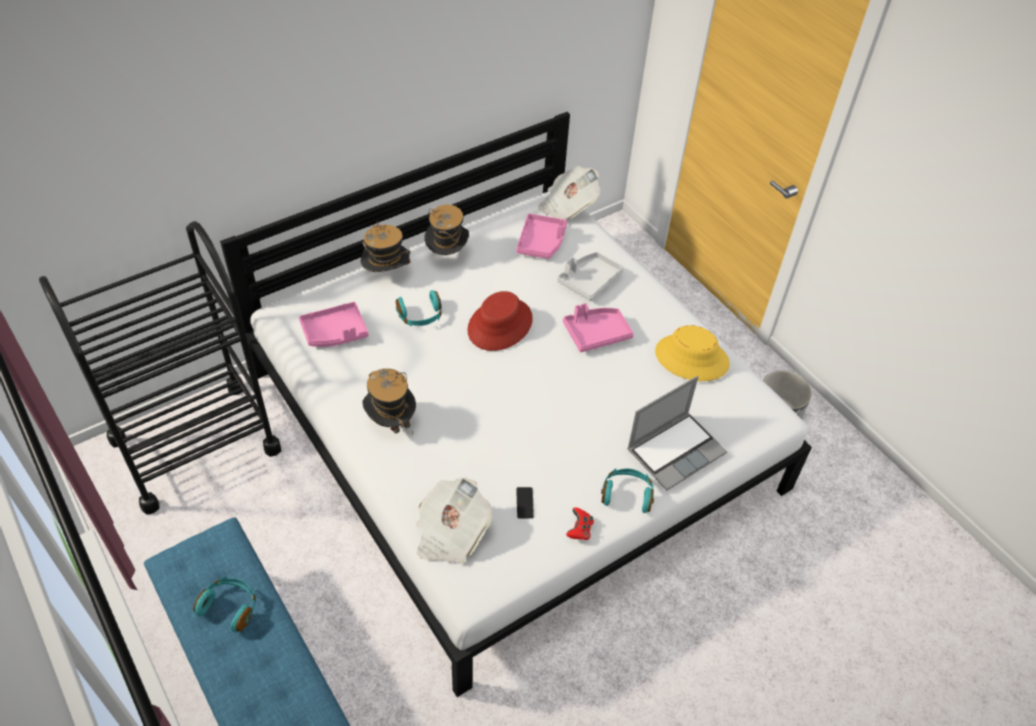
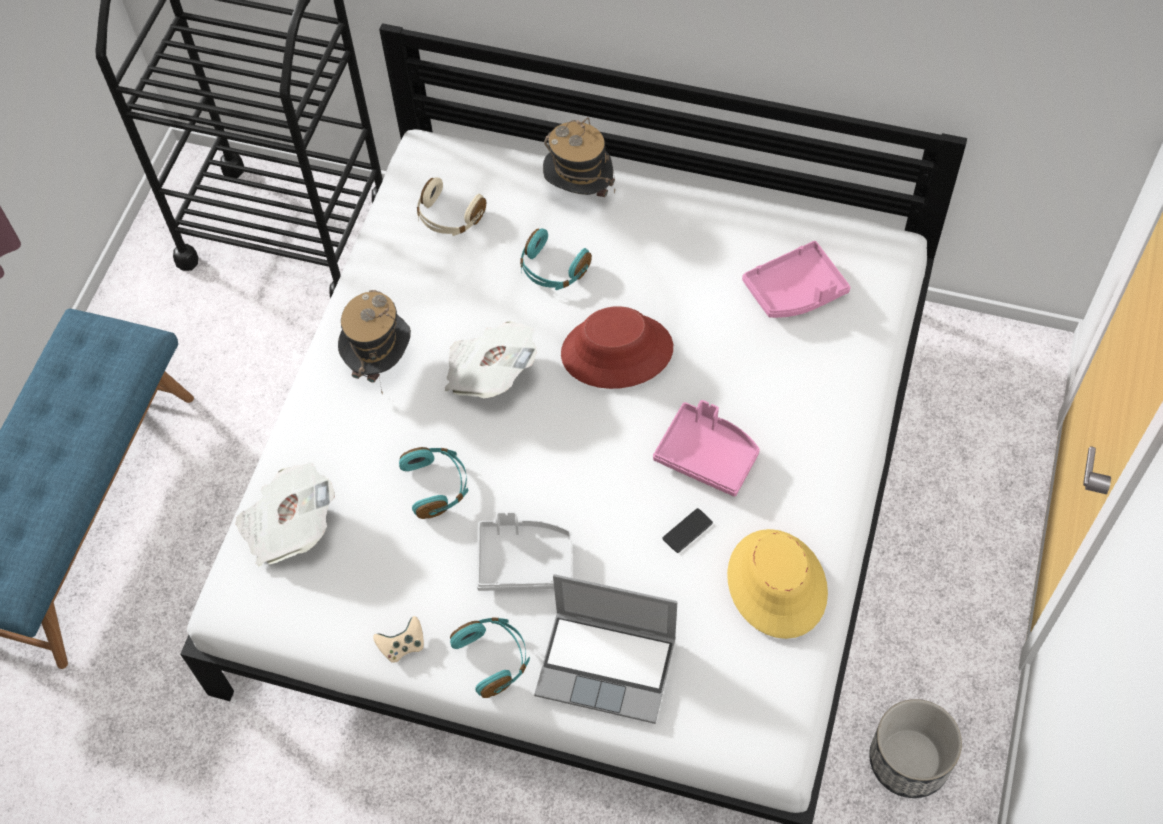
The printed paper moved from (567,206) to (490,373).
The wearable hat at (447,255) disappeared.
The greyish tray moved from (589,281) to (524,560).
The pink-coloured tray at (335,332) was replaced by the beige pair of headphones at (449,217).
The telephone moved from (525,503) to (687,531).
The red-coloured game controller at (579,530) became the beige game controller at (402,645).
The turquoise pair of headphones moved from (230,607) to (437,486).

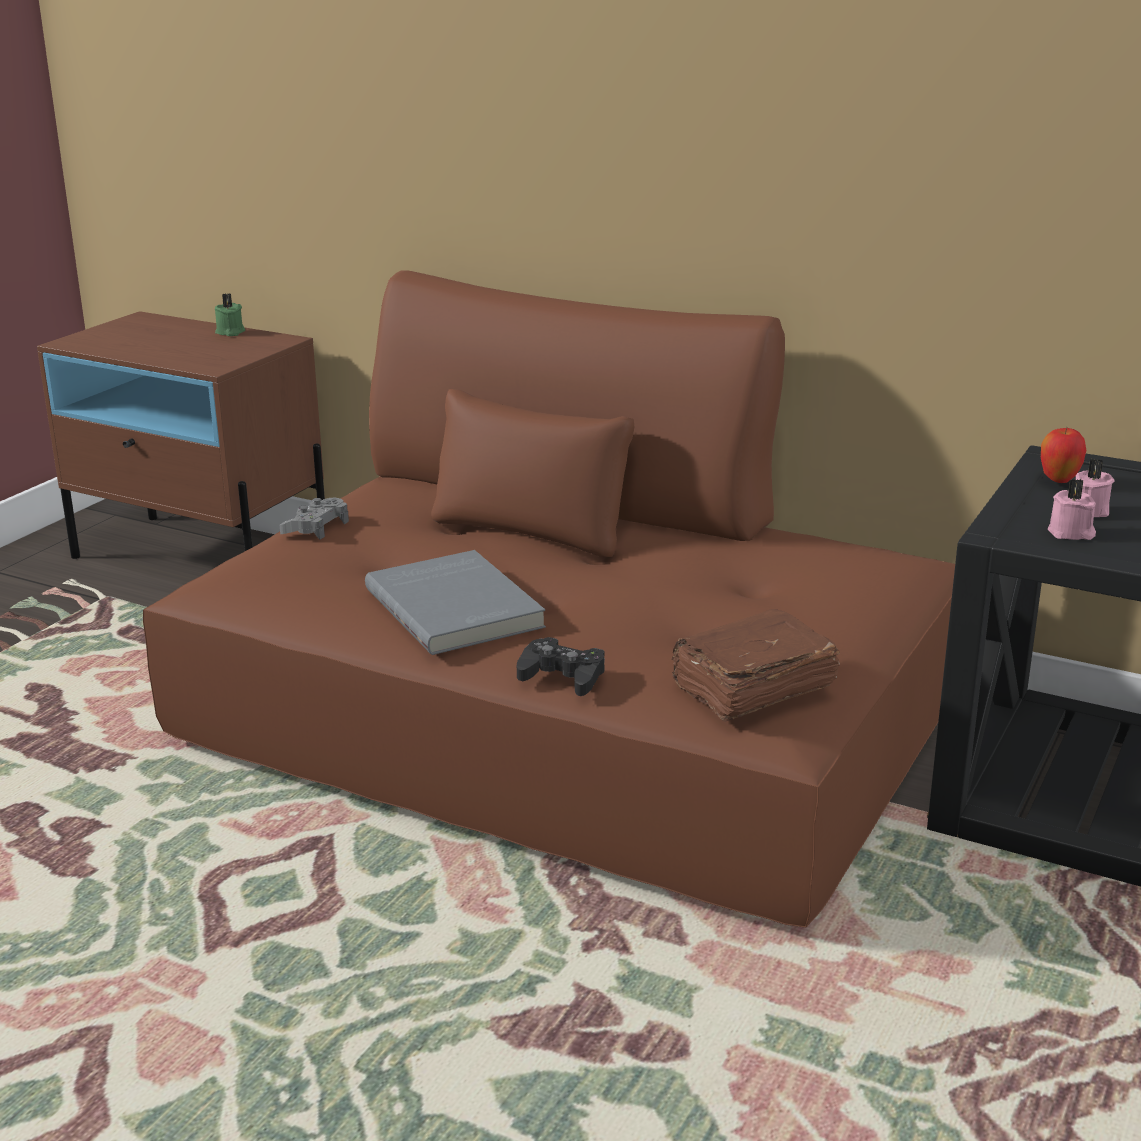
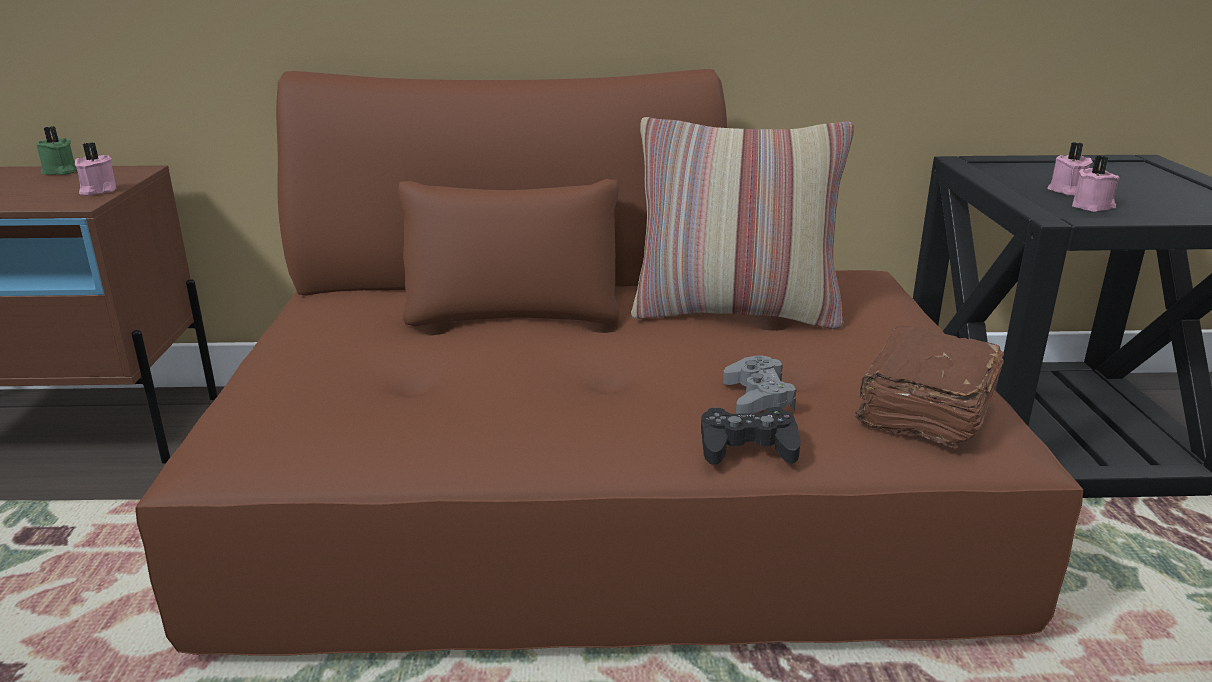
The apple fruit at (1059,480) disappeared.
The greyish game controller moved from (315,527) to (757,397).
The greyish book at (457,608) disappeared.
The cushion at (735,312) appeared.
The pink-coloured candle at (97,191) appeared.

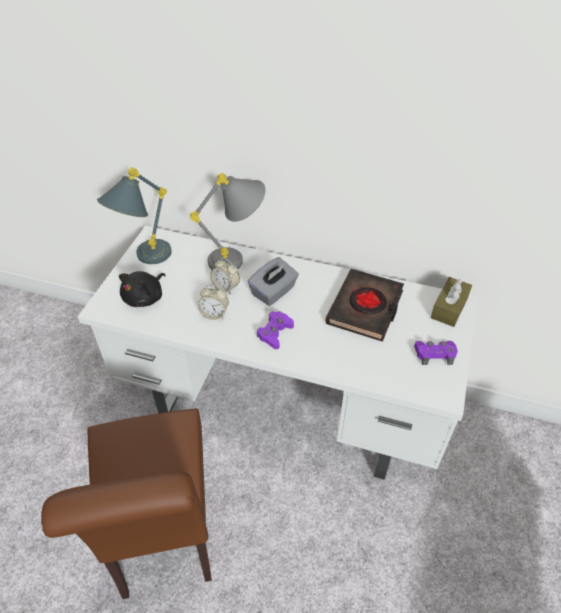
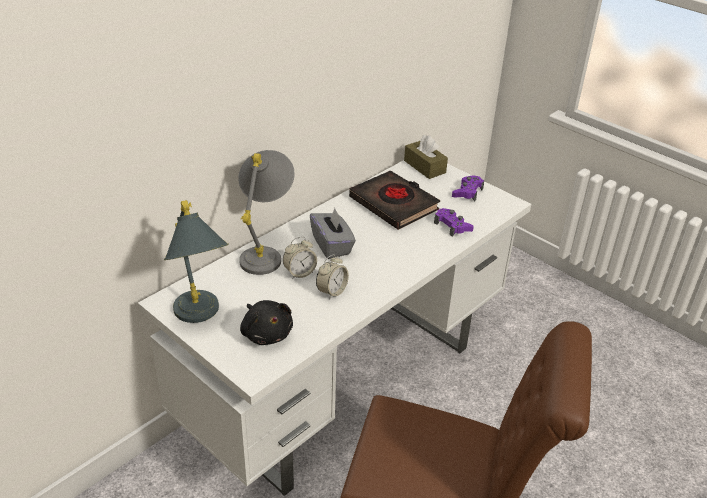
The purple game controller moved from (275,333) to (452,226).

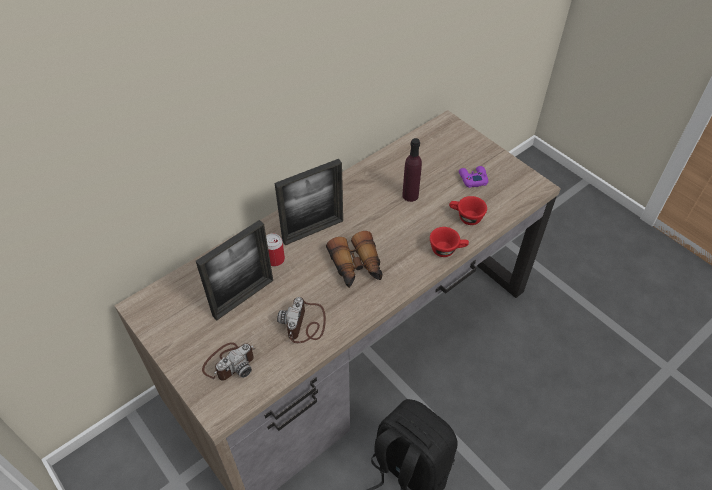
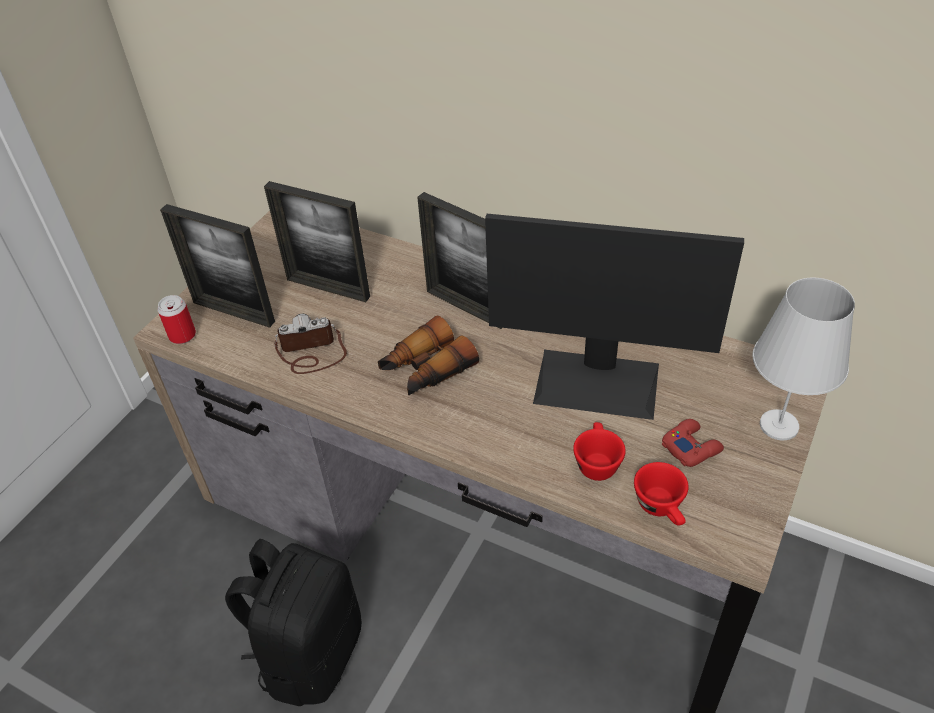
The purple drink bottle at (410,195) was replaced by the computer display at (598,382).
The purple game controller at (472,179) became the red-coloured game controller at (691,447).
The red-coloured drinking cup moved from (447,249) to (662,508).
The sealed can moved from (275,259) to (182,335).
The photo camera at (230,362) was replaced by the photo frame at (233,312).
The white-coloured table lamp at (779,426) appeared.

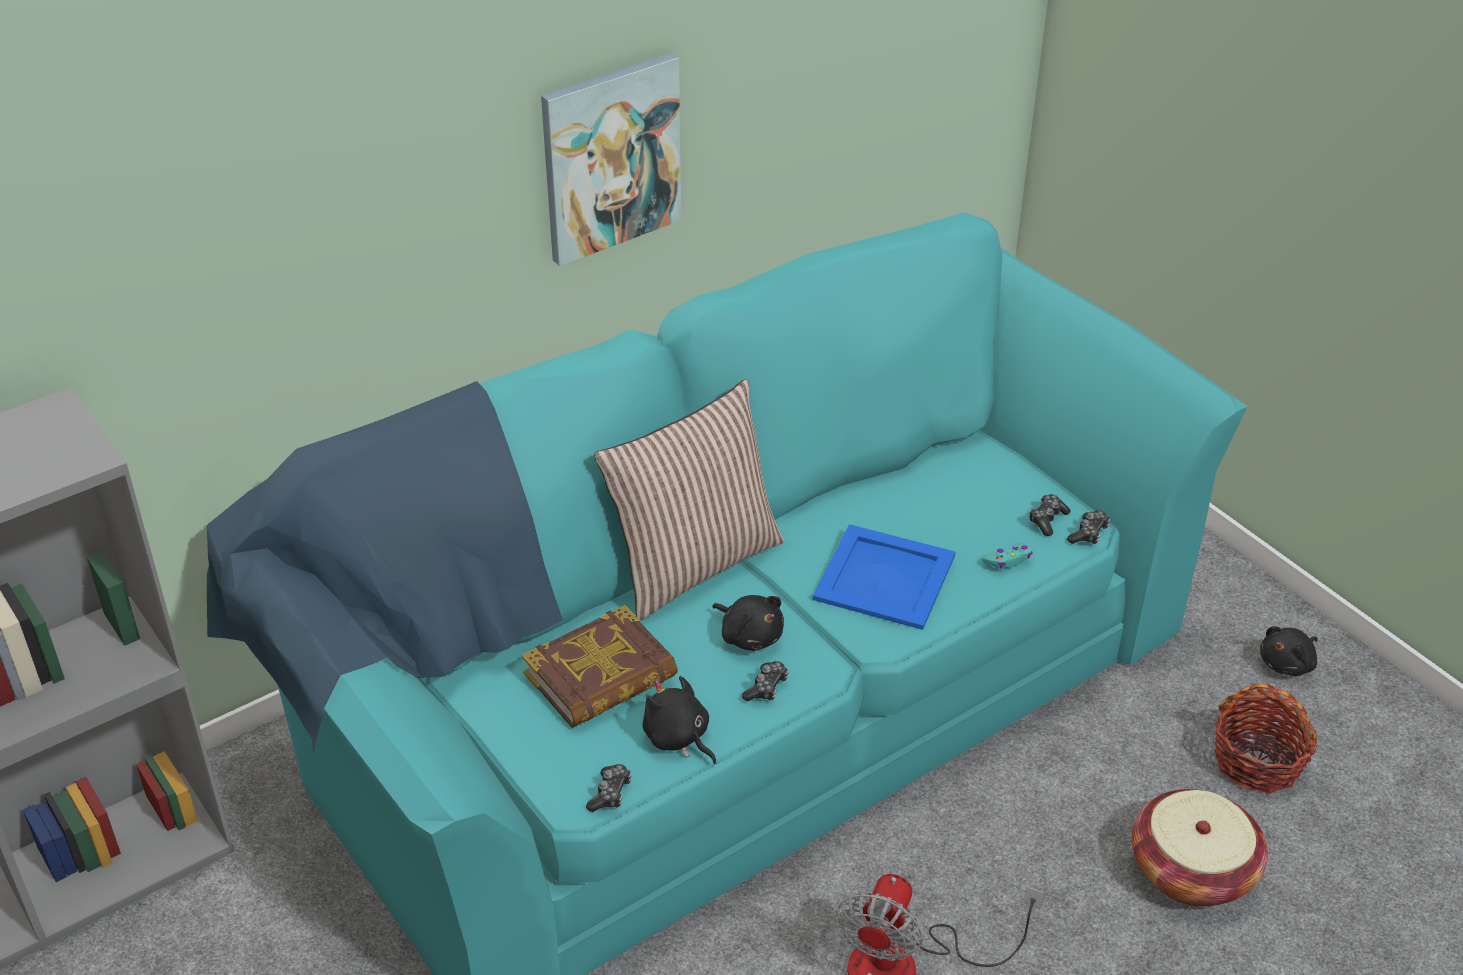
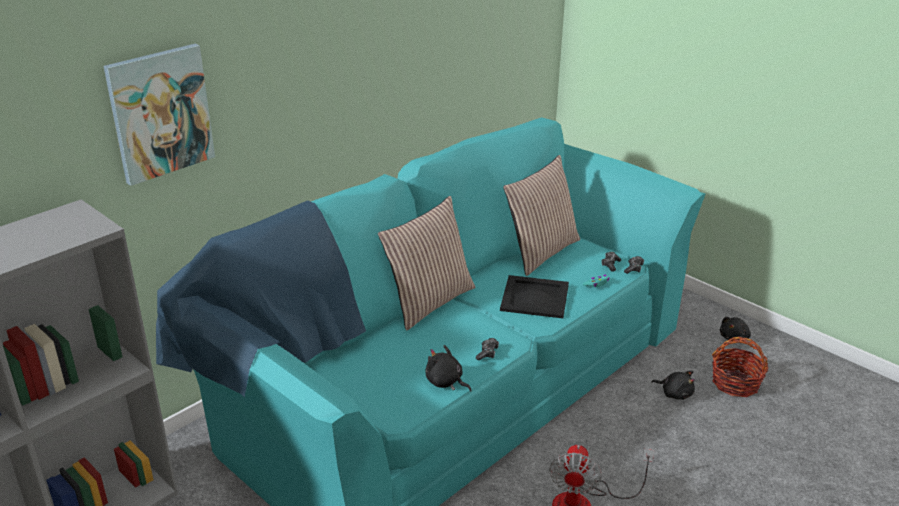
The picture moved from (611,158) to (160,113).
The blue-coloured tray at (886,577) became the blackish tray at (535,297).
The blackish cuddly toy moved from (749,635) to (675,393).
The book at (601,676) disappeared.
The game controller at (610,793) disappeared.
The basket at (1192,870) disappeared.
The cushion at (540,252) appeared.

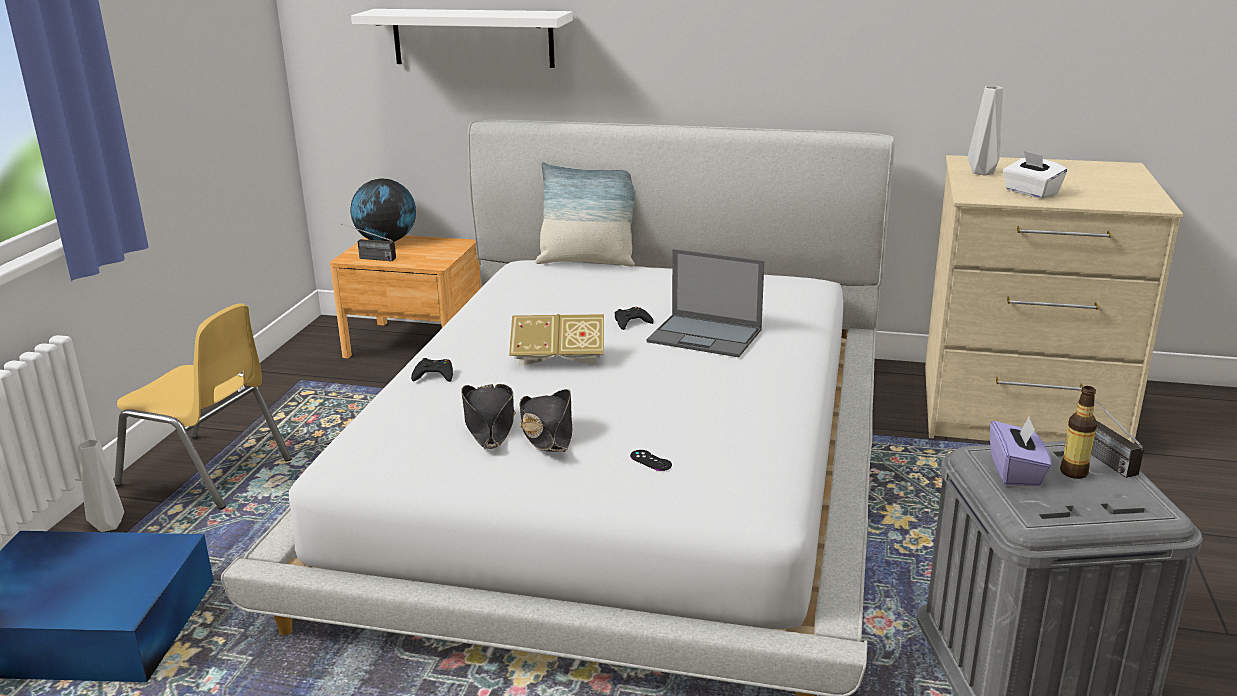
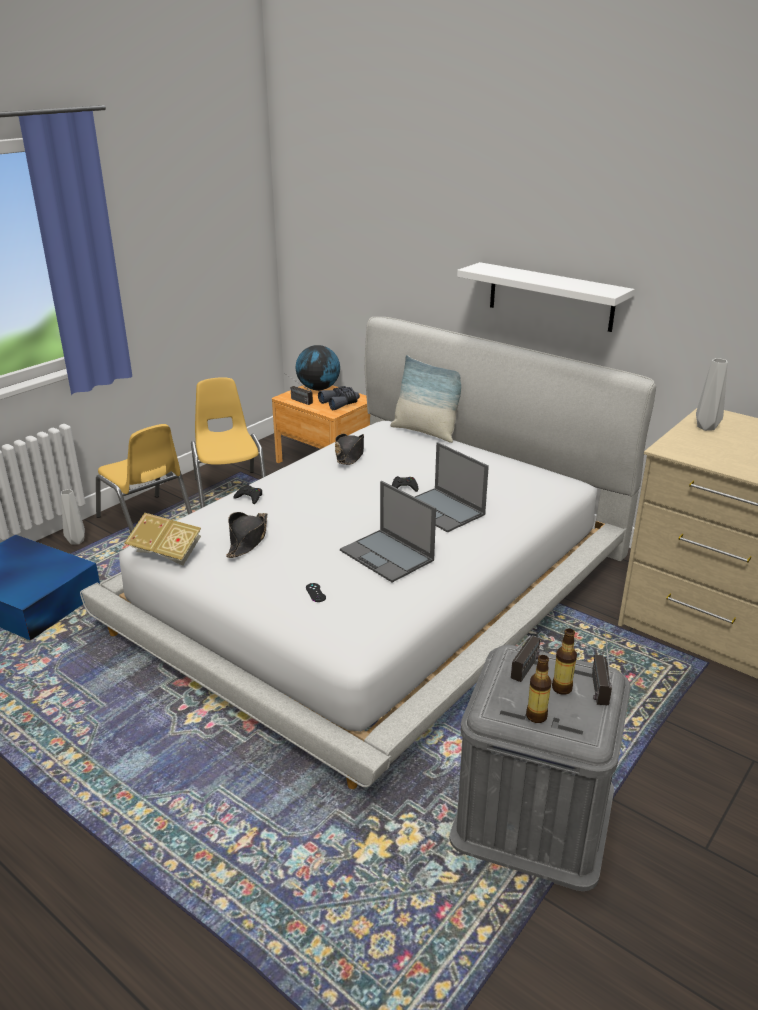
The white-coloured wall shelf moved from (472,38) to (550,297).
The white-coloured tissue box at (1031,192) disappeared.
The book moved from (558,359) to (166,552).
The blackish wearable hat moved from (547,432) to (350,455).
The purple tissue box at (1016,472) was replaced by the radio set at (521,675).
The yellowish upright chair at (230,491) appeared.
The greyish binoculars at (340,403) appeared.
The laptop at (387,556) appeared.
The drink bottle at (536,716) appeared.

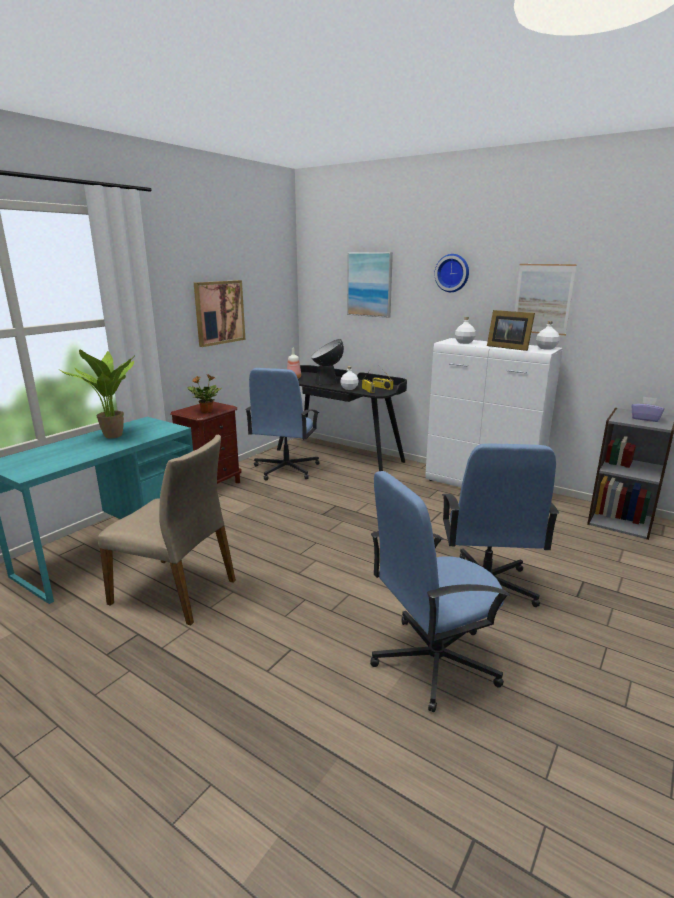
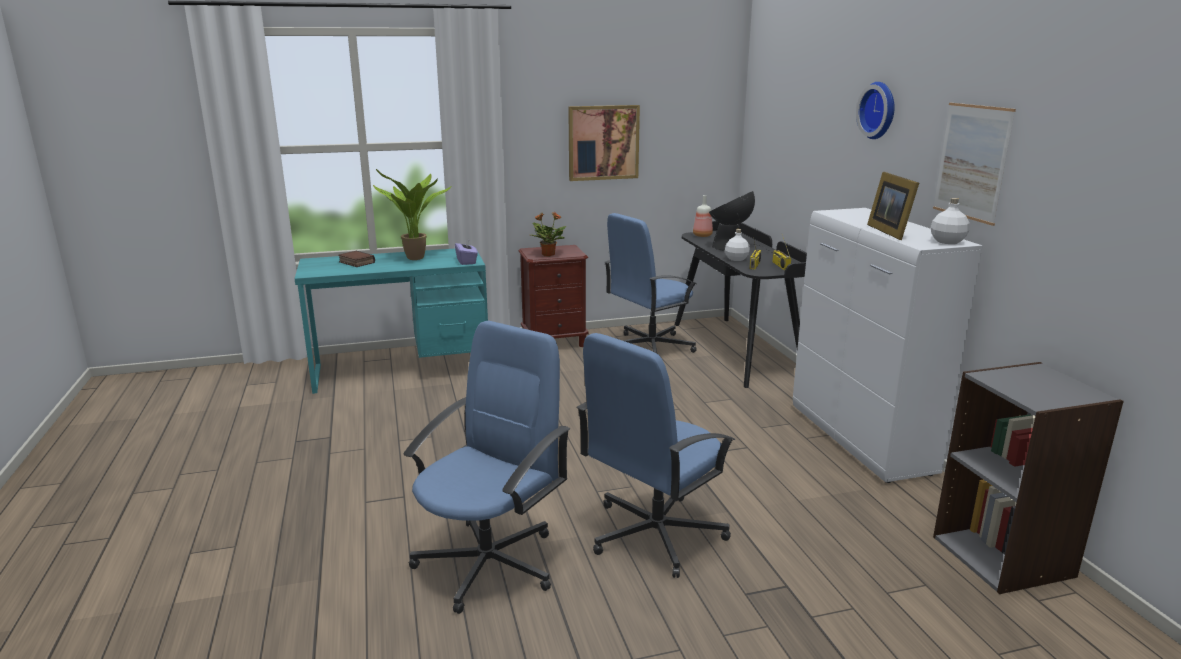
The picture at (370,284) disappeared.
The white-coloured drink bottle at (464,342) disappeared.
The purple tissue box moved from (645,419) to (466,261).
The beige upright chair at (176,591) disappeared.
The blue-coloured computer chair at (432,661) turned 105 degrees clockwise.
The book at (355,262) appeared.

